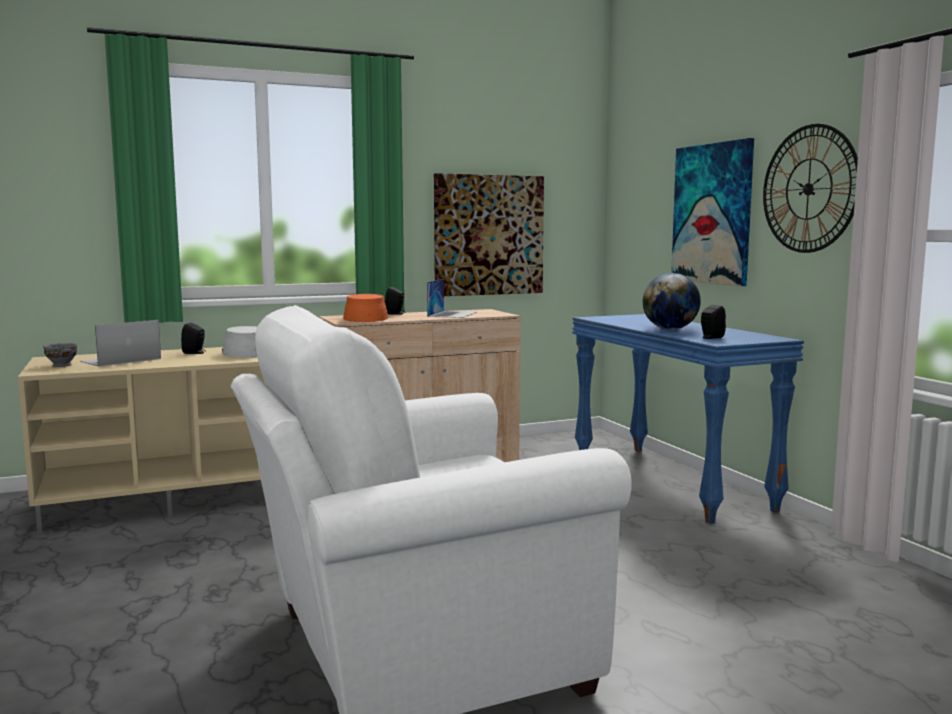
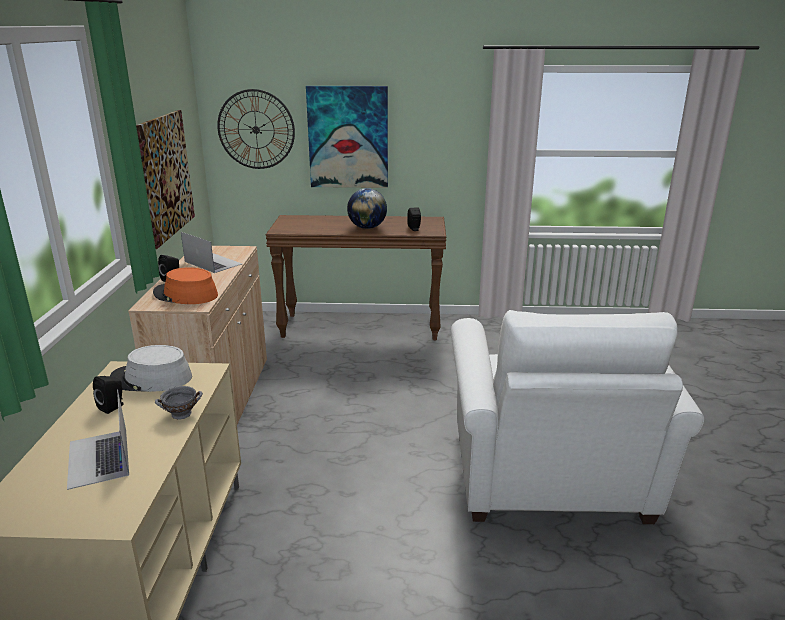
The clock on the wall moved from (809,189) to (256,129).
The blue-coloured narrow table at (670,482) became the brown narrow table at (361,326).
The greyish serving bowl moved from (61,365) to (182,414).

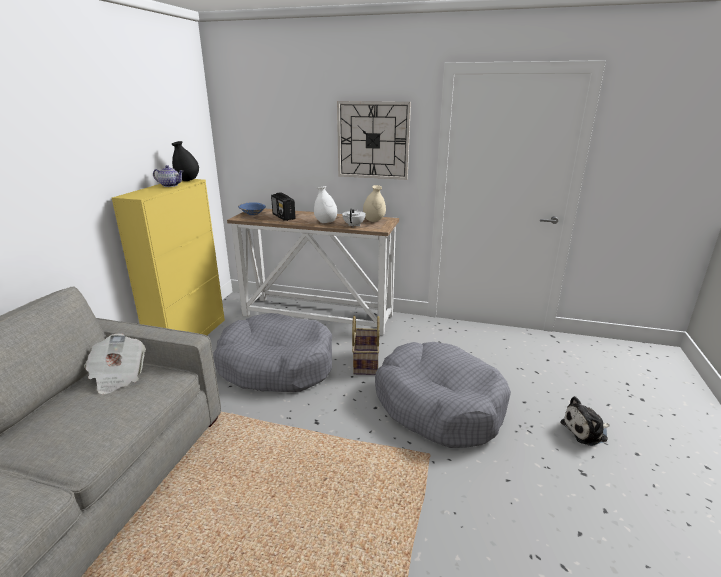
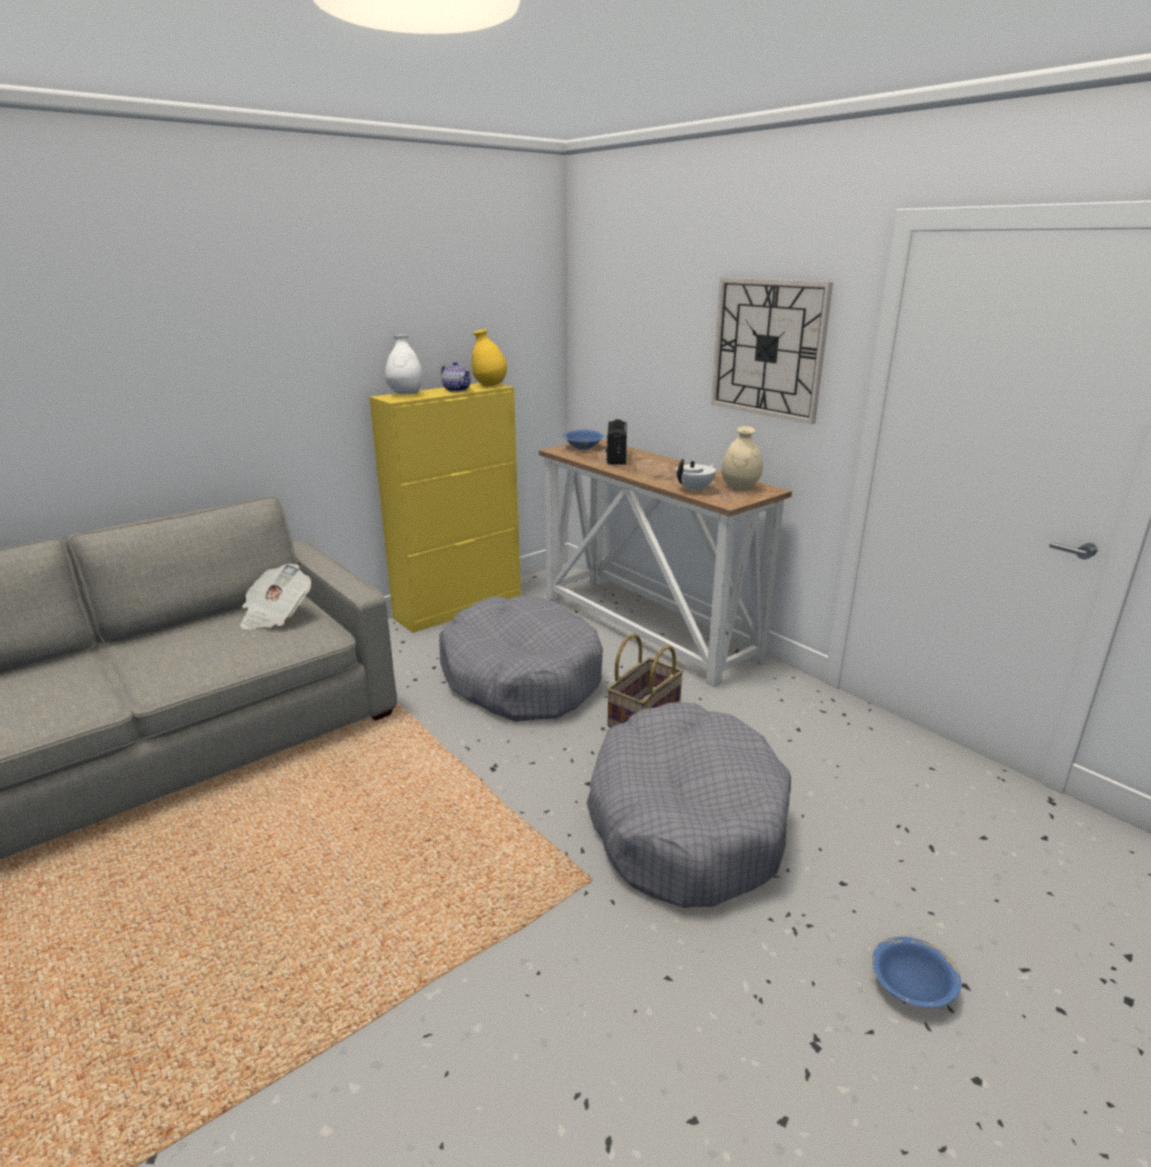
The blackish vase at (187,180) became the yellowish vase at (490,386).
The white-coloured vase moved from (326,223) to (406,394).
The cuddly toy at (586,431) was replaced by the blue-coloured serving bowl at (911,987).

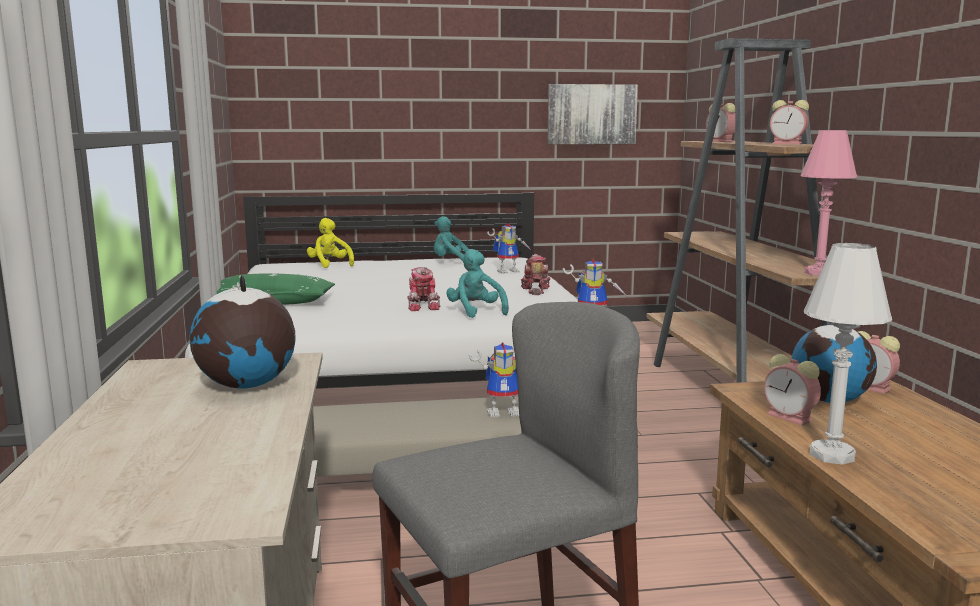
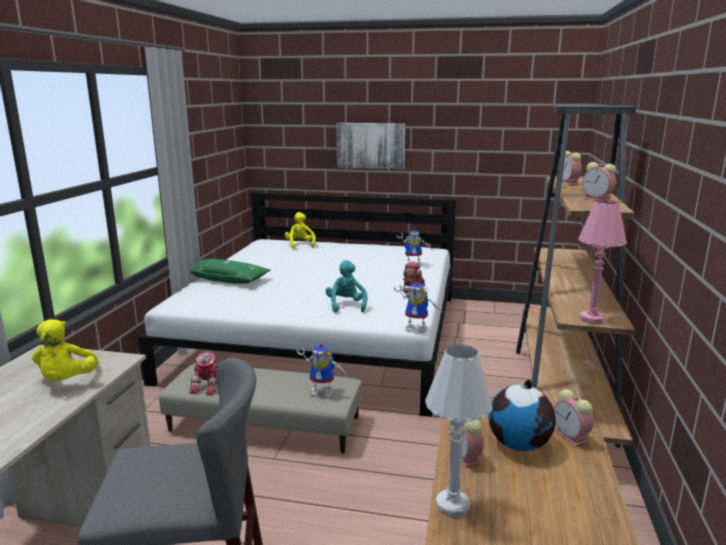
The picture moved from (591,114) to (371,145).
The turquoise cuddly toy at (451,262) disappeared.
The model robot moved from (423,306) to (208,385).
The desk globe at (246,386) was replaced by the yellowish cuddly toy at (67,381).

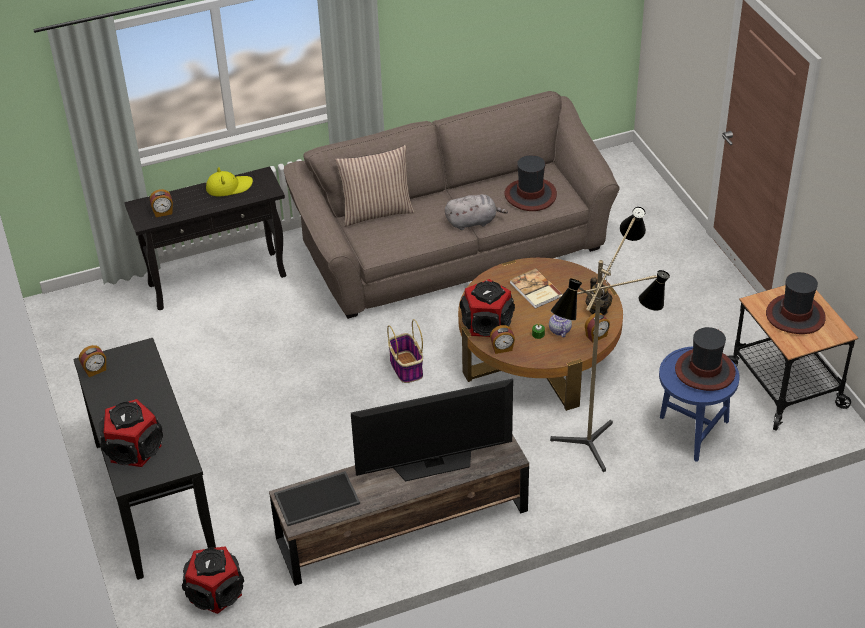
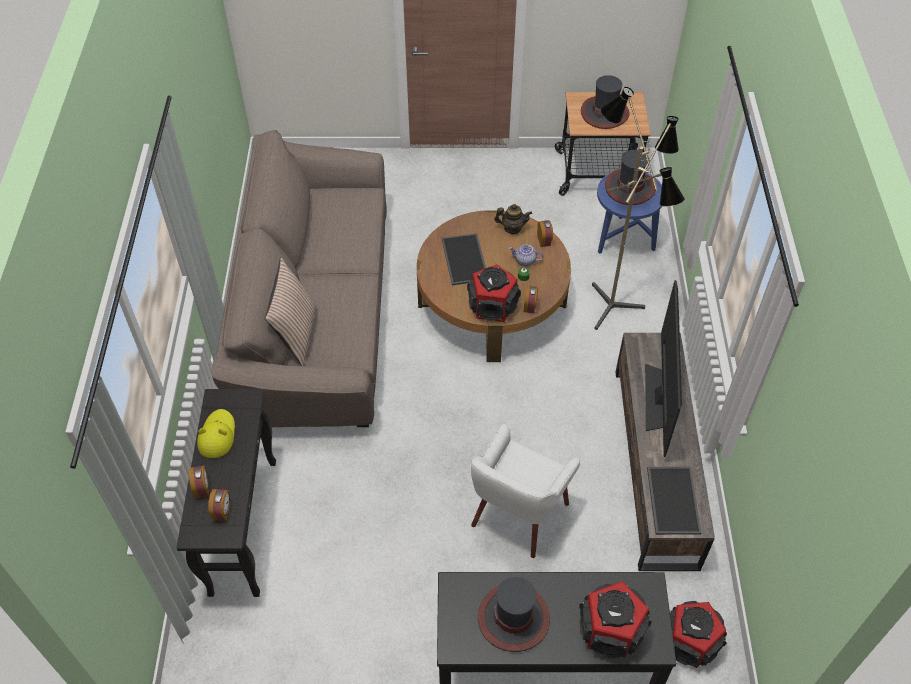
The wearable hat moved from (530,195) to (514,617).
The greyish cuddly toy at (473,222) disappeared.
The book at (535,290) was replaced by the tray at (466,259).
The basket at (405,367) disappeared.
The alarm clock moved from (95,370) to (202,488).
The white-coloured armchair at (518,514) appeared.

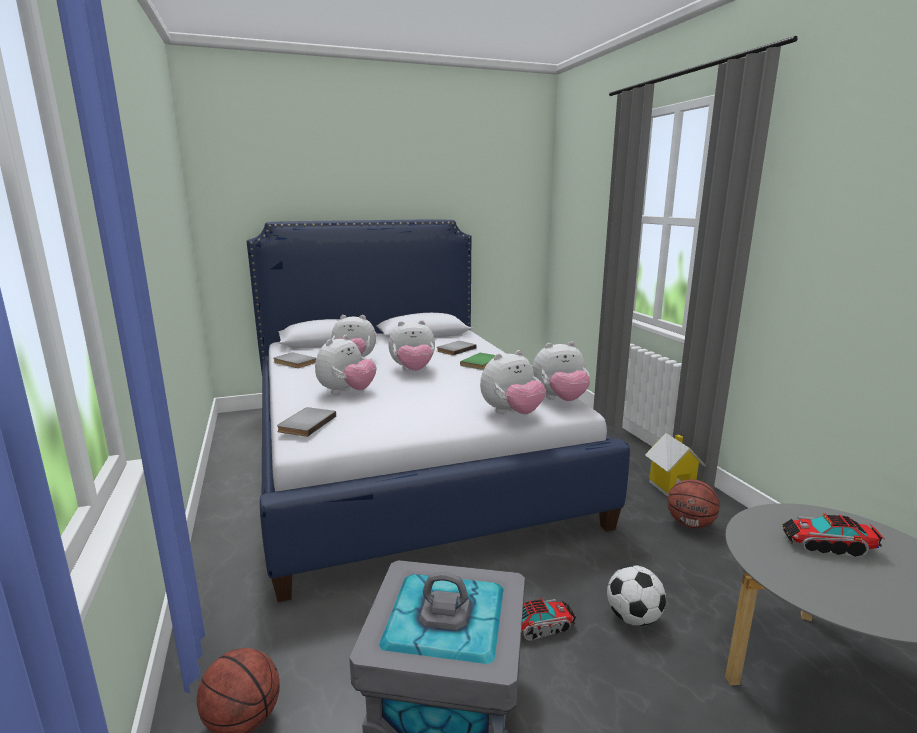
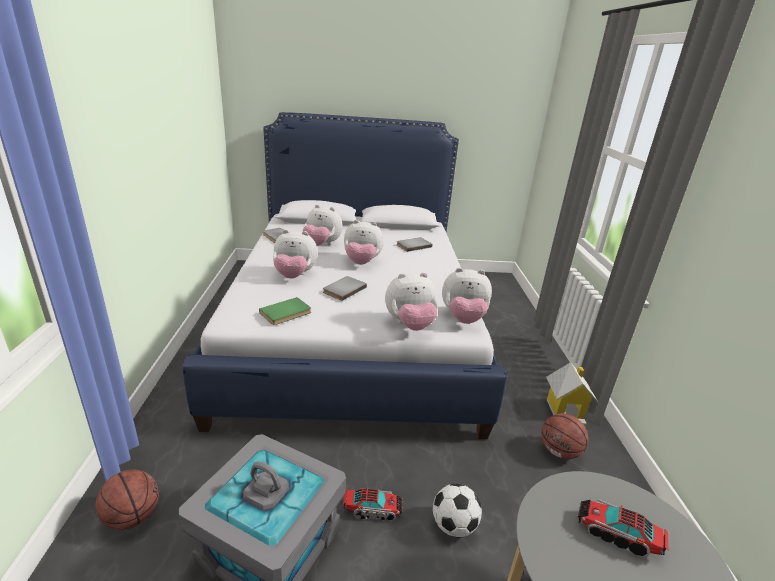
The cuddly toy at (346,392) turned 45 degrees clockwise.
The green book moved from (482,363) to (286,313).
The greyish book moved from (305,424) to (343,289).

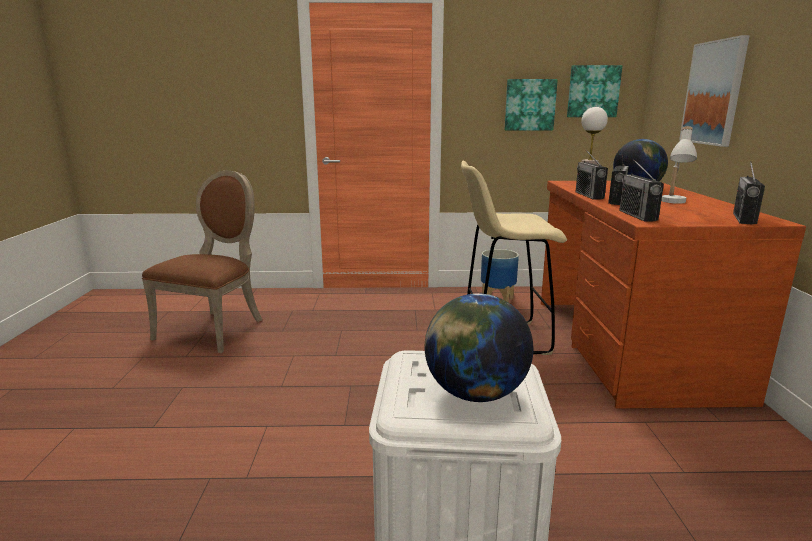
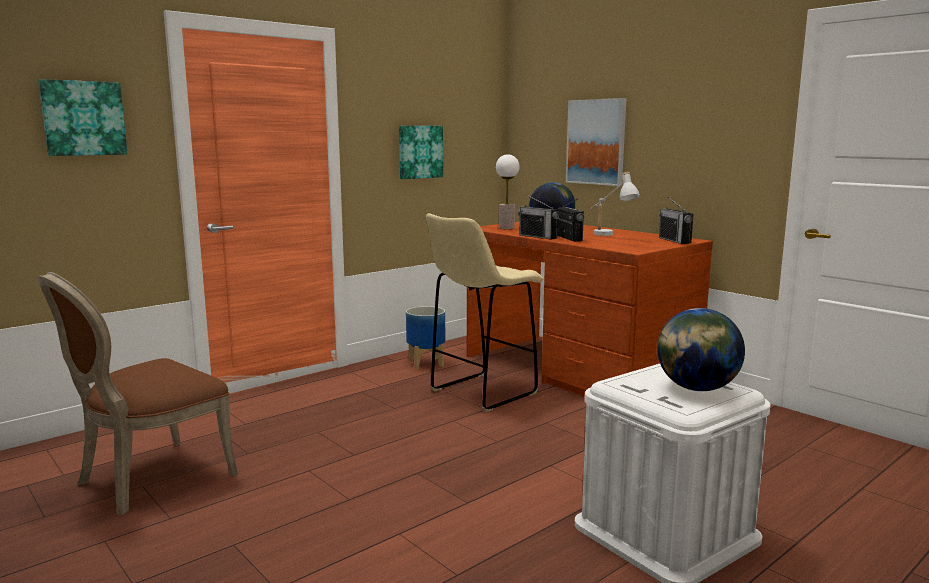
The picture moved from (593,91) to (83,118).
The radio set at (637,215) disappeared.
The brown upright chair at (215,328) turned 120 degrees counterclockwise.

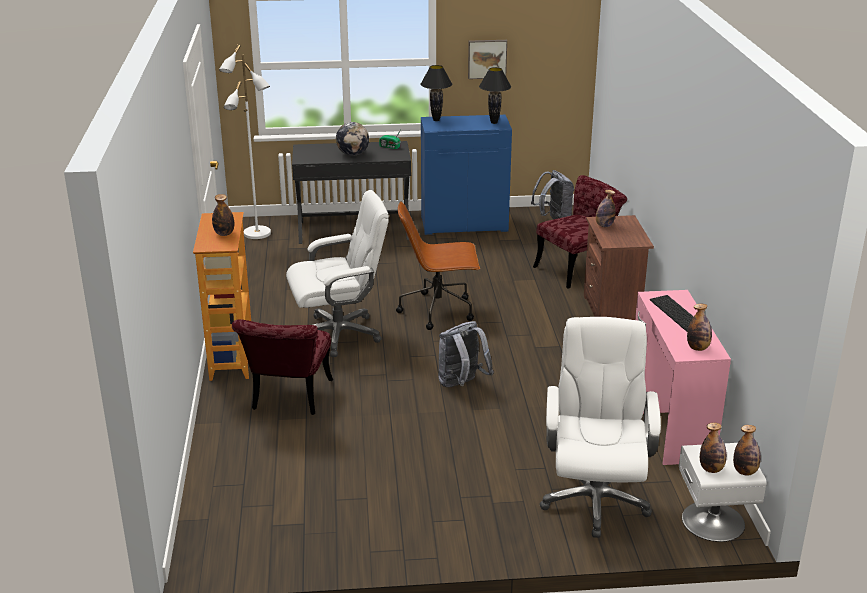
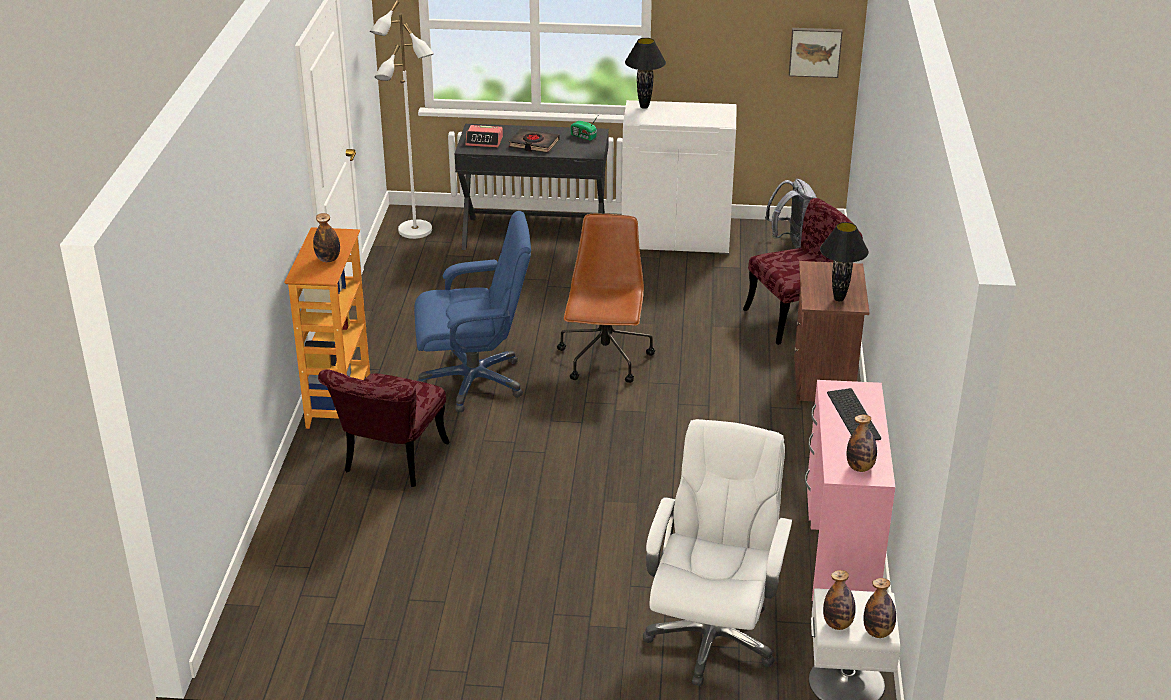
The picture moved from (487,58) to (815,51).
The blackish table lamp moved from (493,122) to (838,299).
The blue-coloured storage cabinet at (464,224) became the white-coloured storage cabinet at (676,238).
The desk globe at (353,154) was replaced by the blackish book at (534,144).
The white-coloured computer chair at (339,334) became the blue-coloured computer chair at (475,381).
The drink bottle at (604,225) disappeared.
The brown computer chair at (438,310) turned 90 degrees clockwise.
The greyish backpack at (461,384) disappeared.
The alarm clock at (484,141) appeared.

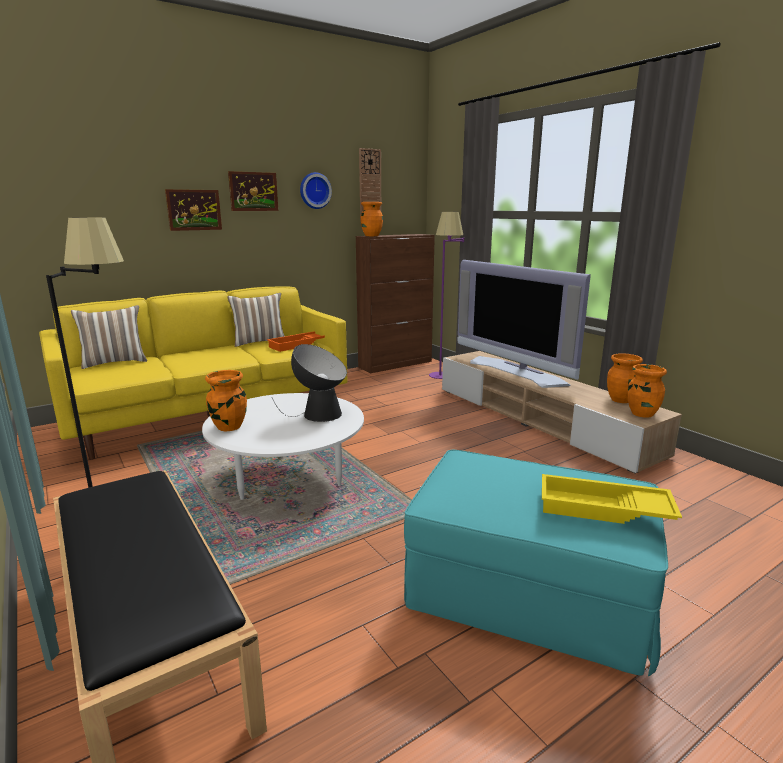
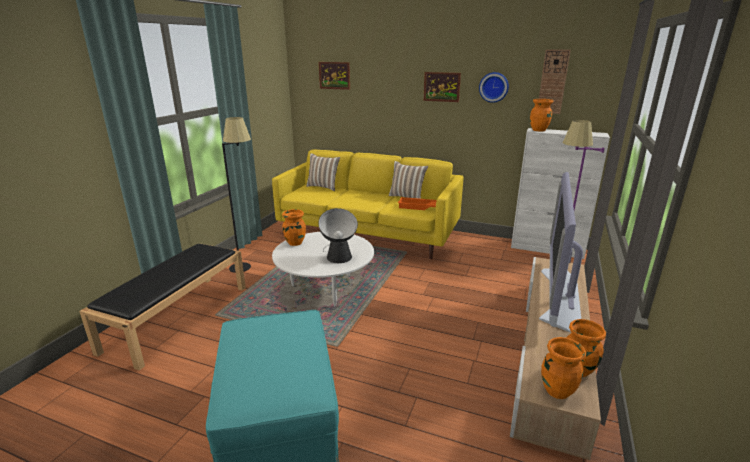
The picture moved from (194,210) to (334,75).
The brown storage cabinet at (396,364) became the white-coloured storage cabinet at (547,249).
The yellowish tray at (603,509) disappeared.

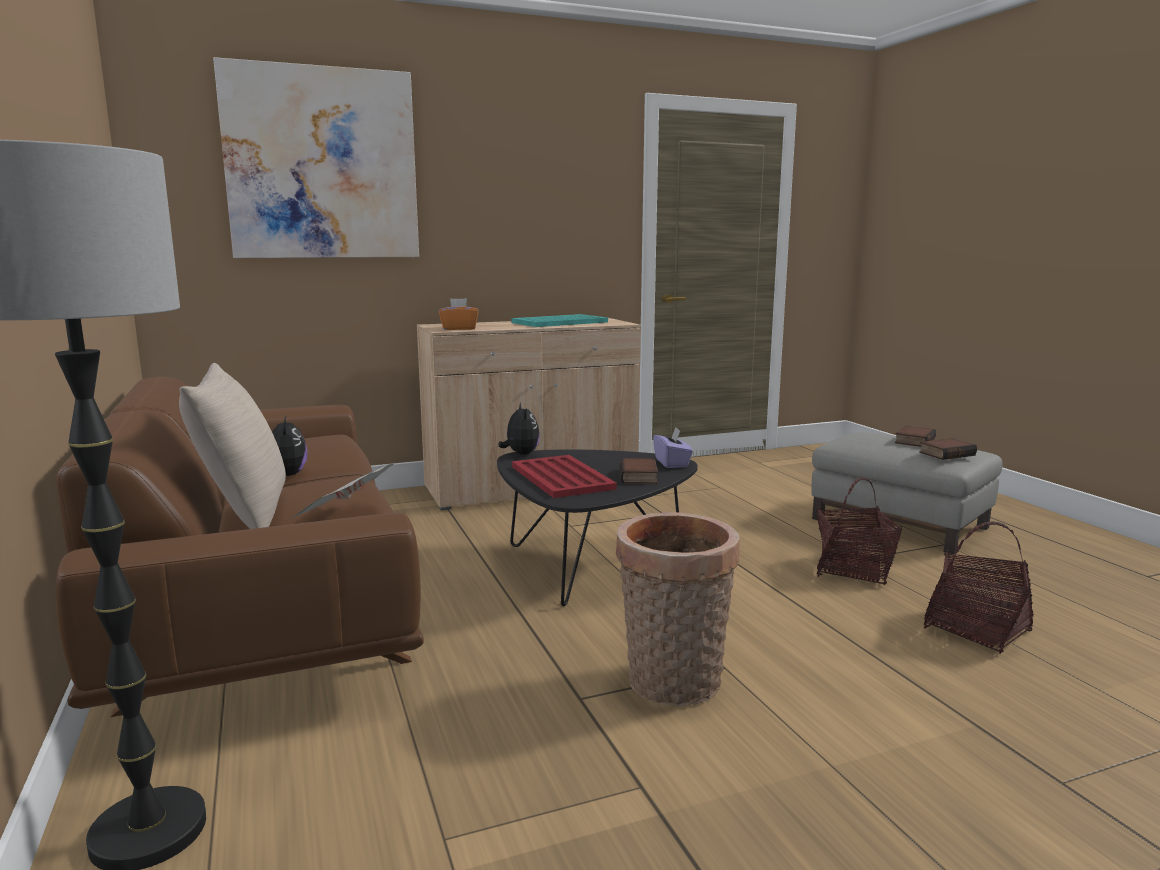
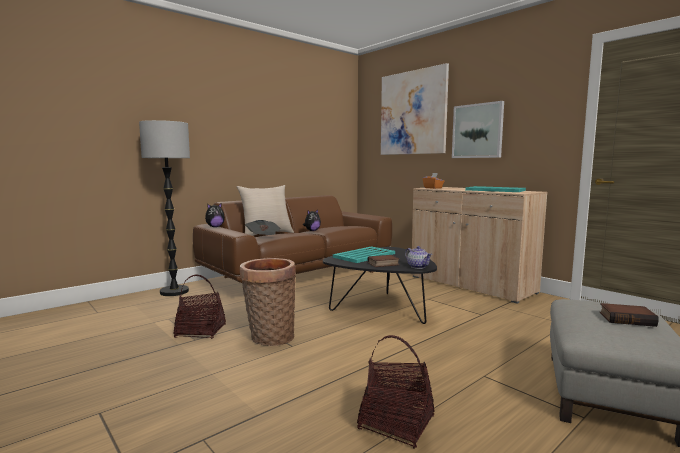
The cuddly toy moved from (520,454) to (215,227).
The purple tissue box at (672,463) was replaced by the pot for tea at (418,266).
The book at (946,453) disappeared.
The red-coloured tray at (561,477) became the turquoise tray at (365,255).
The basket moved from (853,570) to (201,331).
The picture at (477,131) appeared.

